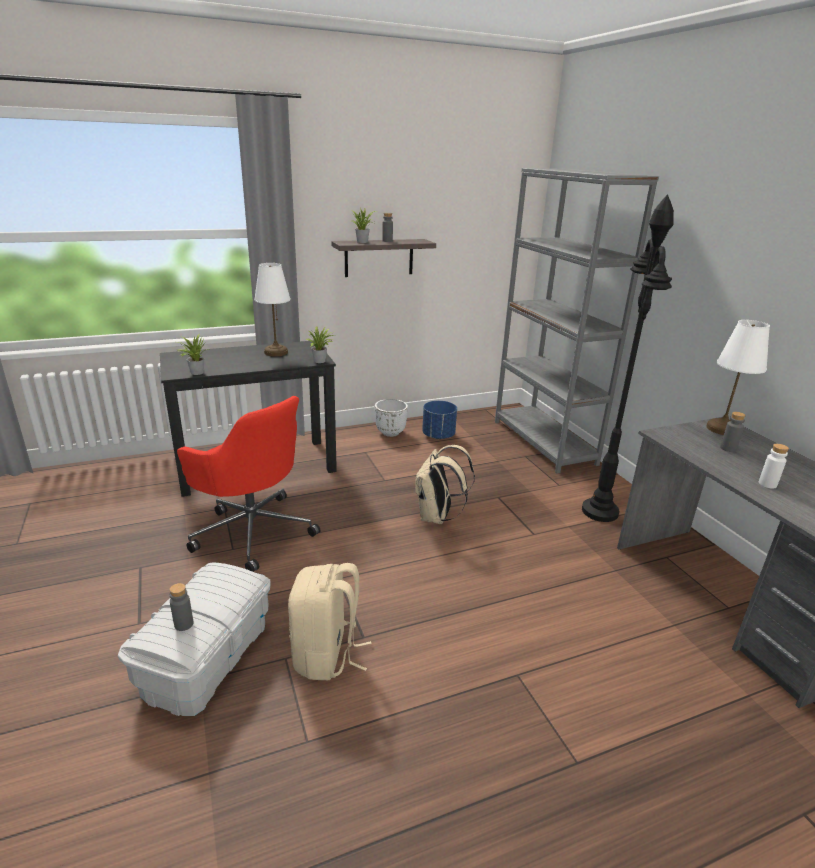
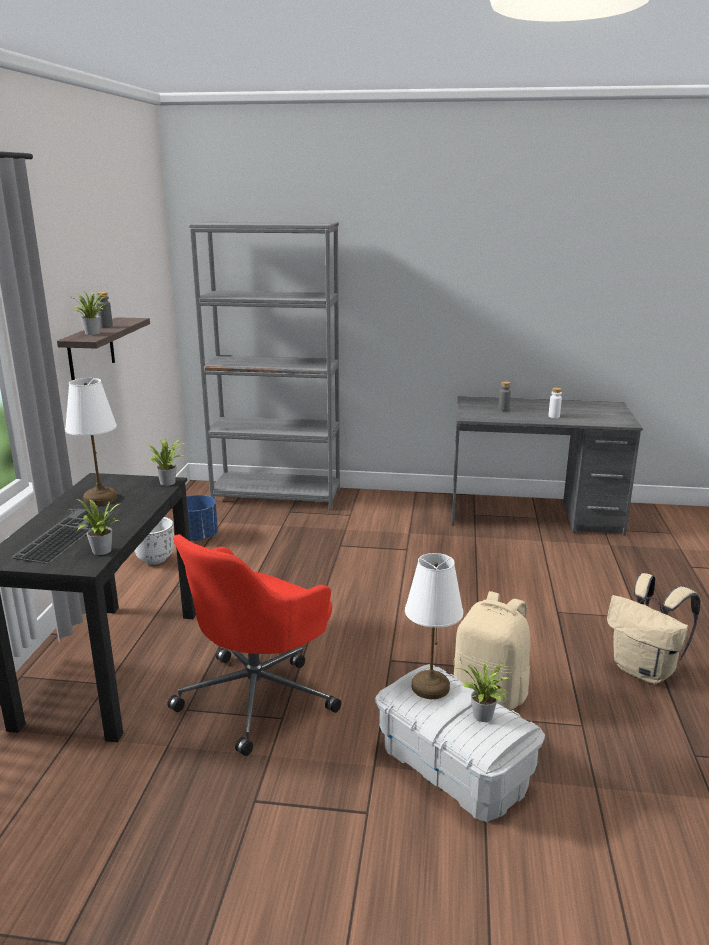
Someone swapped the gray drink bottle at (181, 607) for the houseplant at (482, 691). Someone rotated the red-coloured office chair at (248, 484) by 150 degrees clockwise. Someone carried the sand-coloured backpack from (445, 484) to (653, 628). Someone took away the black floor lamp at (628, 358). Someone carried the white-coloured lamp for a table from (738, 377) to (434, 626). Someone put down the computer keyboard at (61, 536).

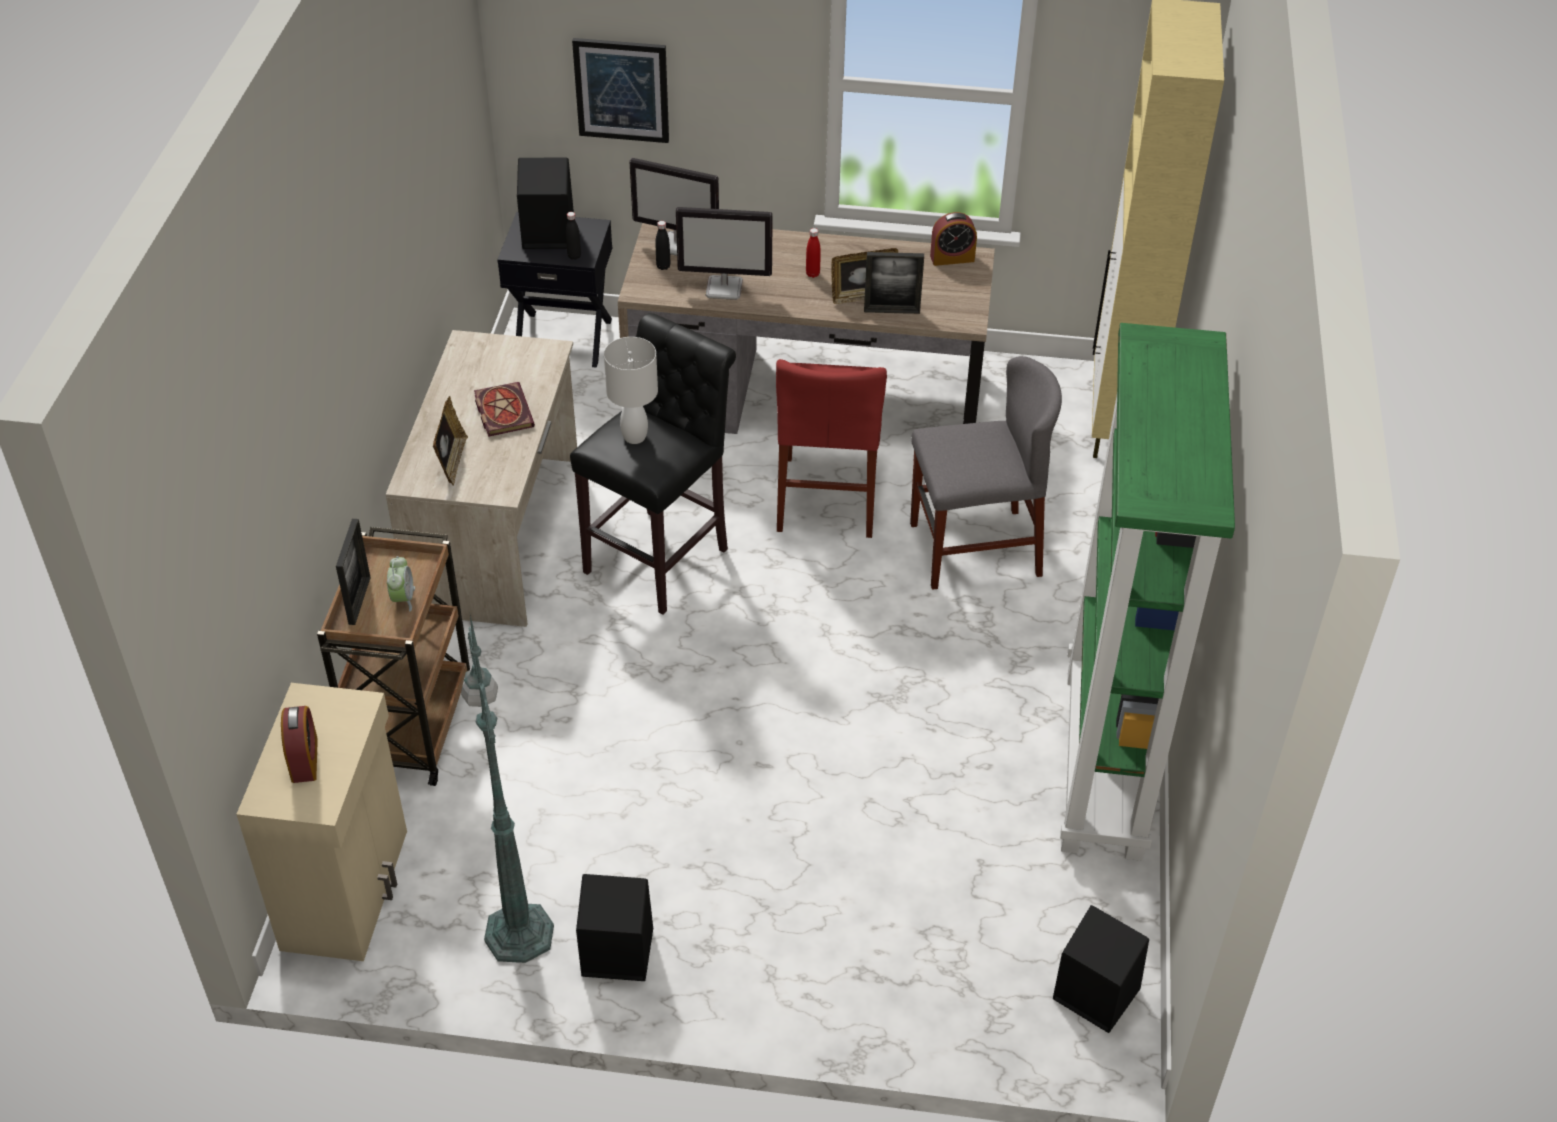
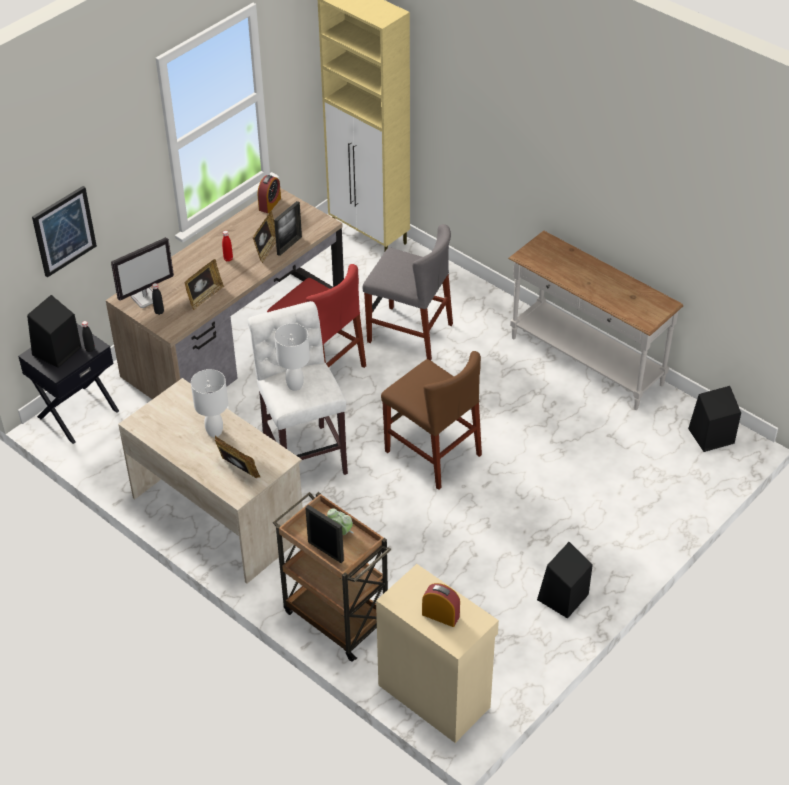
Someone took away the greenish floor lamp at (507, 789). Someone swapped the volume at (504, 409) for the white-coloured lamp for a table at (209, 403). Someone repainted the black stool seat at (653, 464), which became the white-coloured stool seat at (298, 388). Someone swapped the monitor at (724, 253) for the standing frame at (204, 284). Someone rotated the gray upright chair at (986, 473) by 90 degrees clockwise. Someone swapped the greenish shelving unit at (1147, 592) for the white-coloured console table at (595, 320). Someone put down the brownish upright chair at (431, 420).

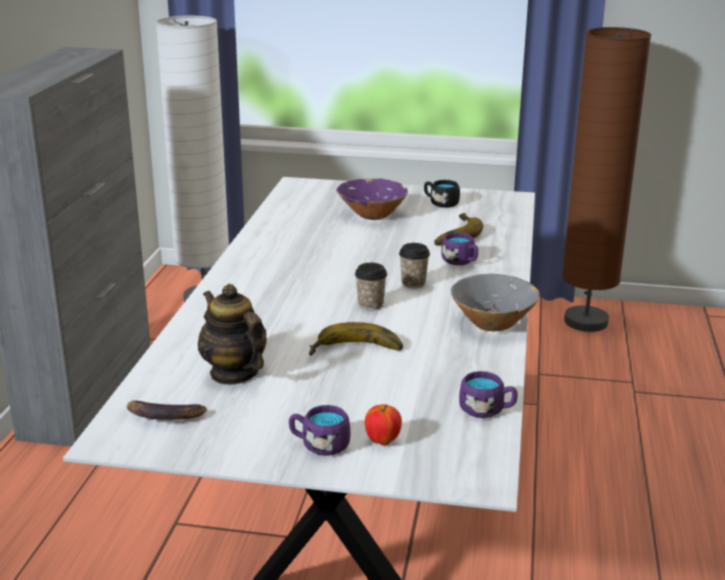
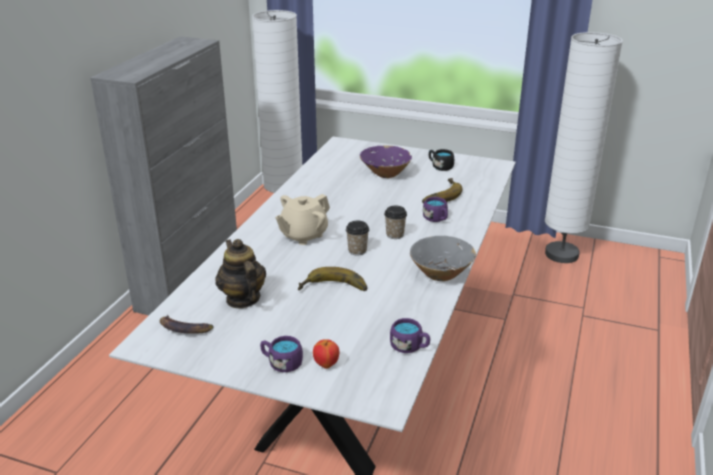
Someone repainted the brownish floor lamp at (606, 179), which became the white-coloured floor lamp at (584, 147). Someone put down the sand-coloured tea pot at (302, 219).

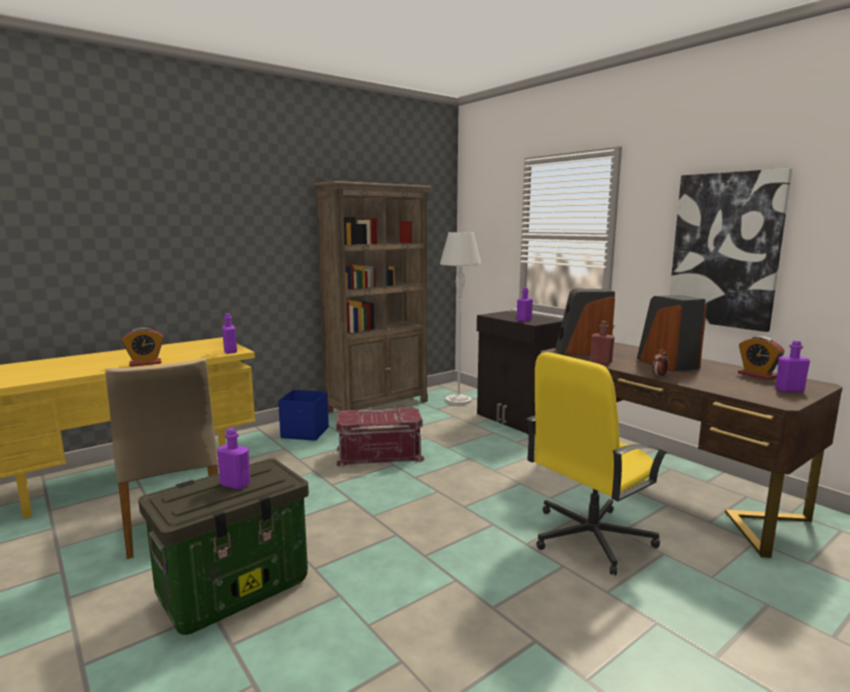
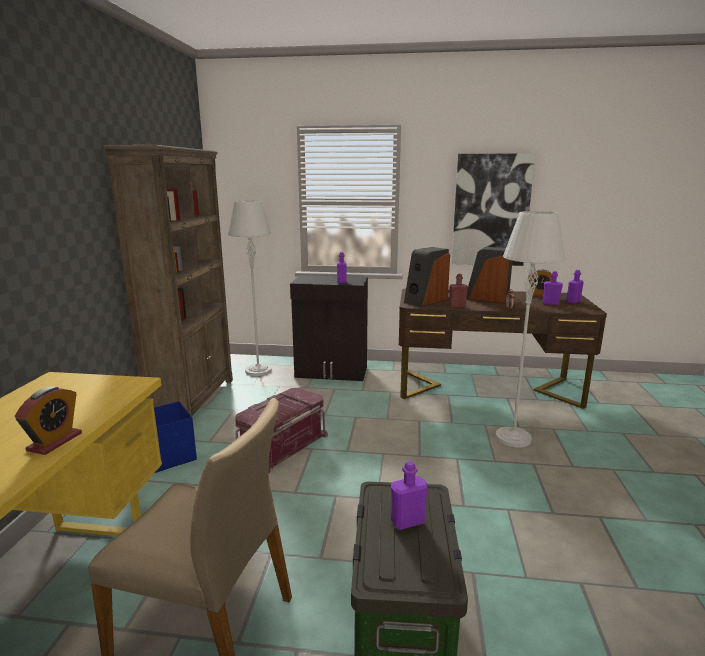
Someone carried the purple-coloured drink bottle from (229, 333) to (553, 288). Someone swapped the yellowish office chair at (597, 463) for the gray floor lamp at (530, 329).

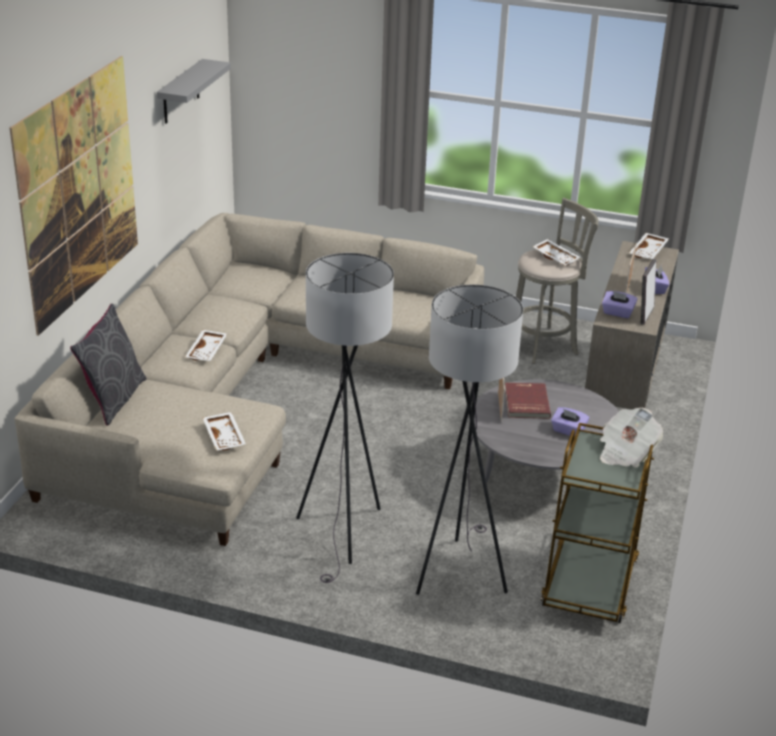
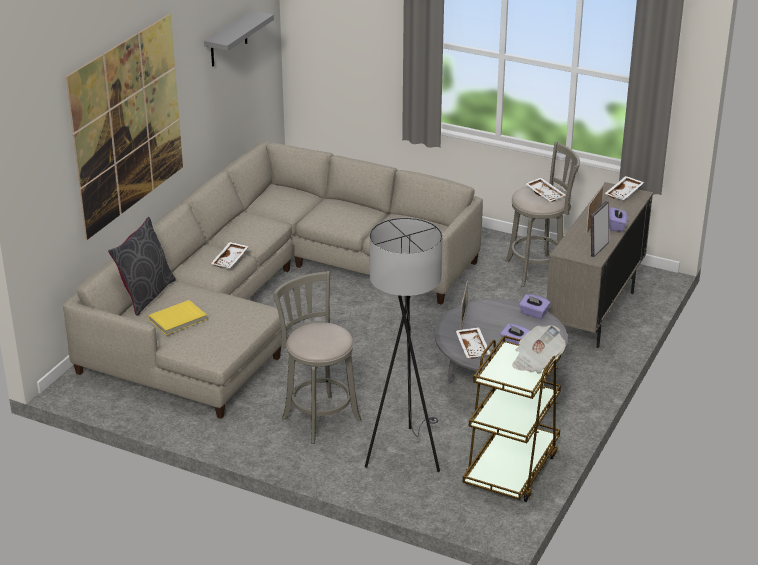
Someone carried the white-coloured carrying tray from (224, 431) to (473, 343). Someone swapped the gray floor lamp at (345, 418) for the gray stool seat at (317, 357). Someone took away the red-coloured volume at (528, 400). Someone carried the purple-coloured box of tissues from (620, 304) to (535, 306). Someone put down the yellowish volume at (177, 317).

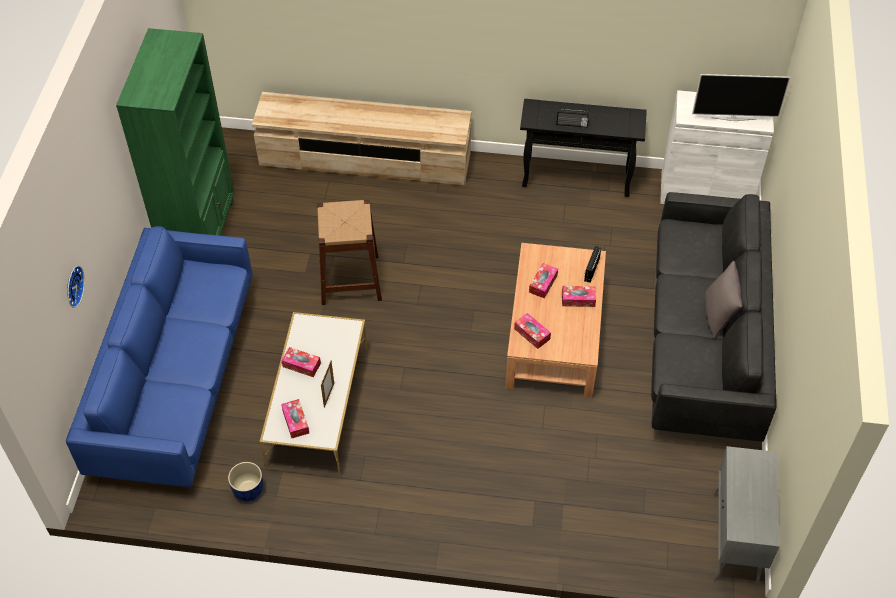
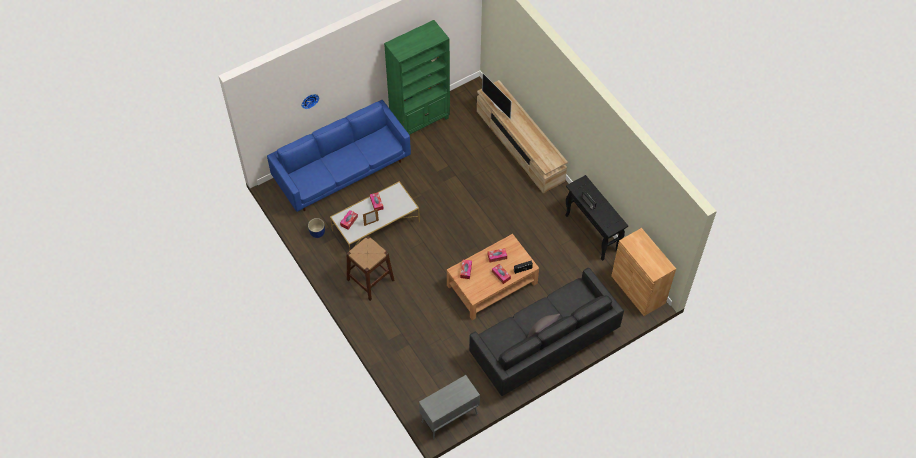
Someone carried the brownish stool seat from (349, 252) to (370, 268). Someone repainted the white-coloured storage cabinet at (717, 147), which became the brownish storage cabinet at (643, 272). Someone carried the television from (741, 97) to (497, 96).

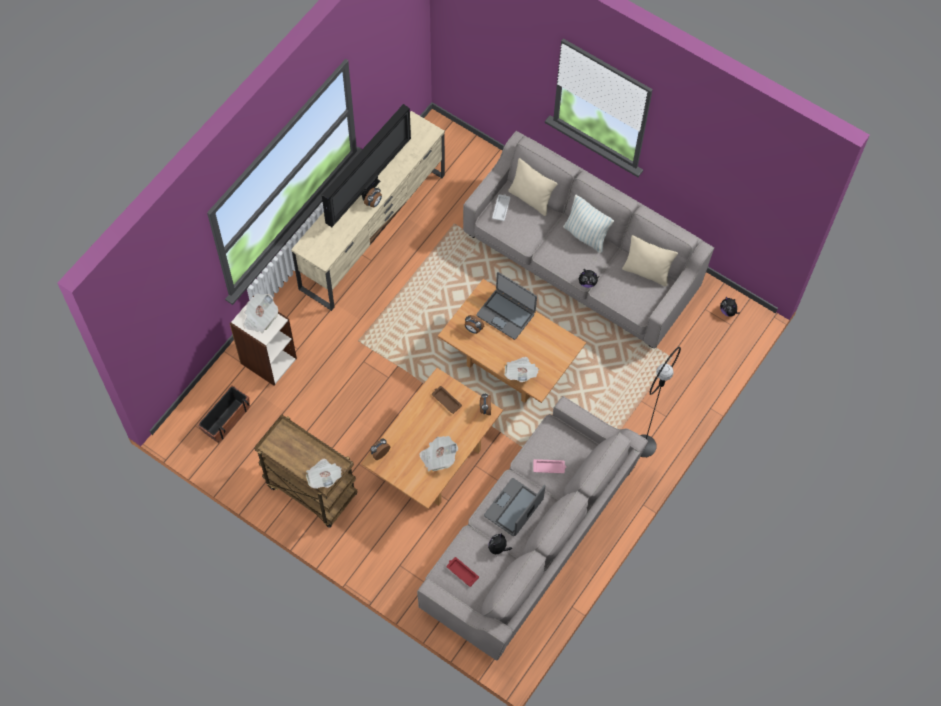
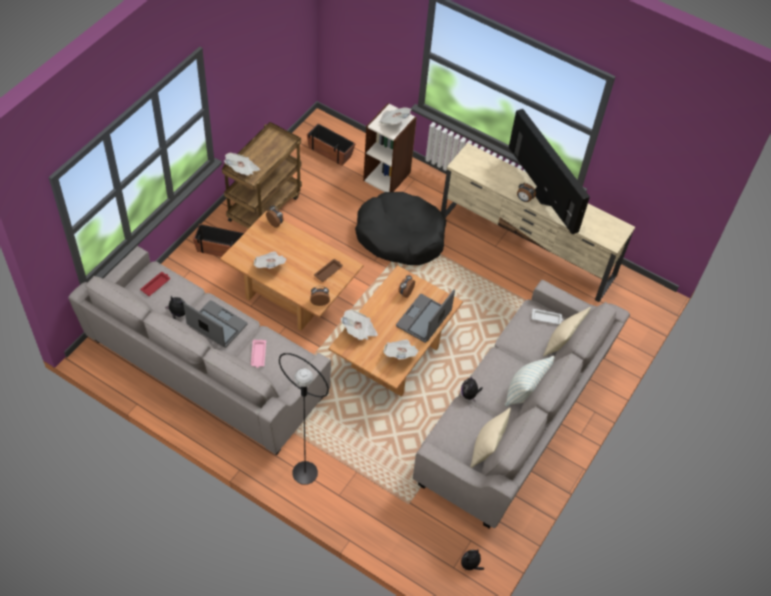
Someone rotated the television at (366, 165) by 150 degrees counterclockwise. Someone put down the flower pot at (218, 240). Someone put down the black pet bed at (400, 228). Someone put down the daily paper at (401, 349).

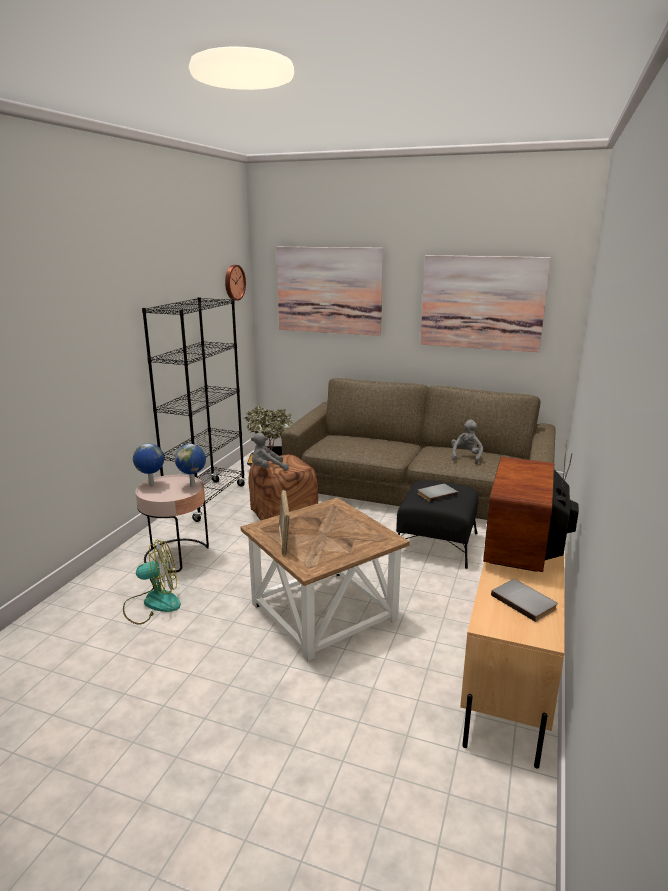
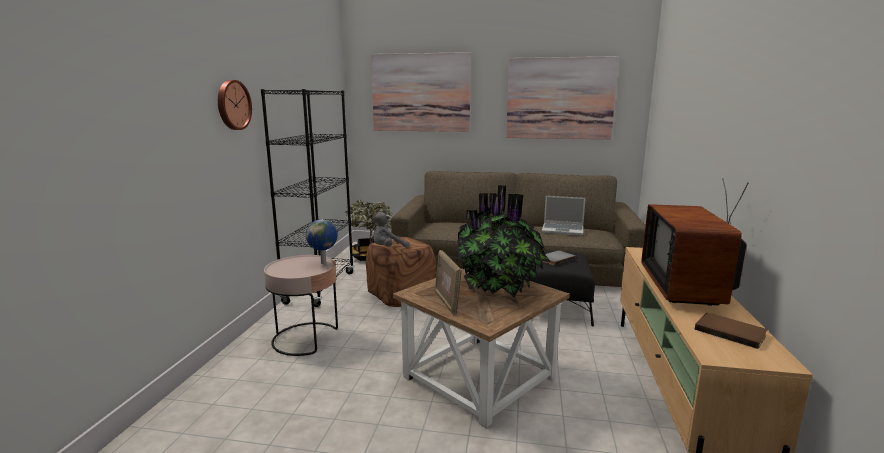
Someone took away the fan at (152, 582). Someone took away the world globe at (148, 464). Someone carried the clock on the wall from (235, 283) to (235, 105). Someone swapped the gray cuddly toy at (467, 441) for the laptop at (564, 216). Someone repainted the gray volume at (524, 600), which became the brownish volume at (731, 331). Someone put down the houseplant at (503, 241).

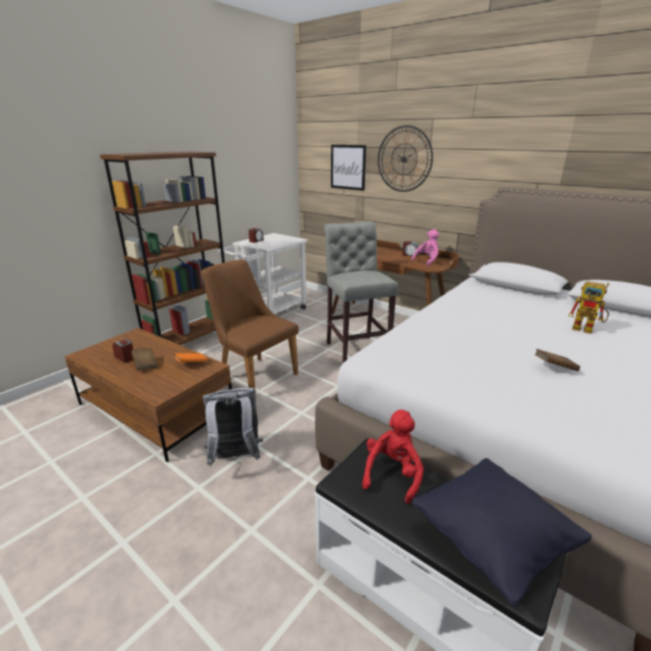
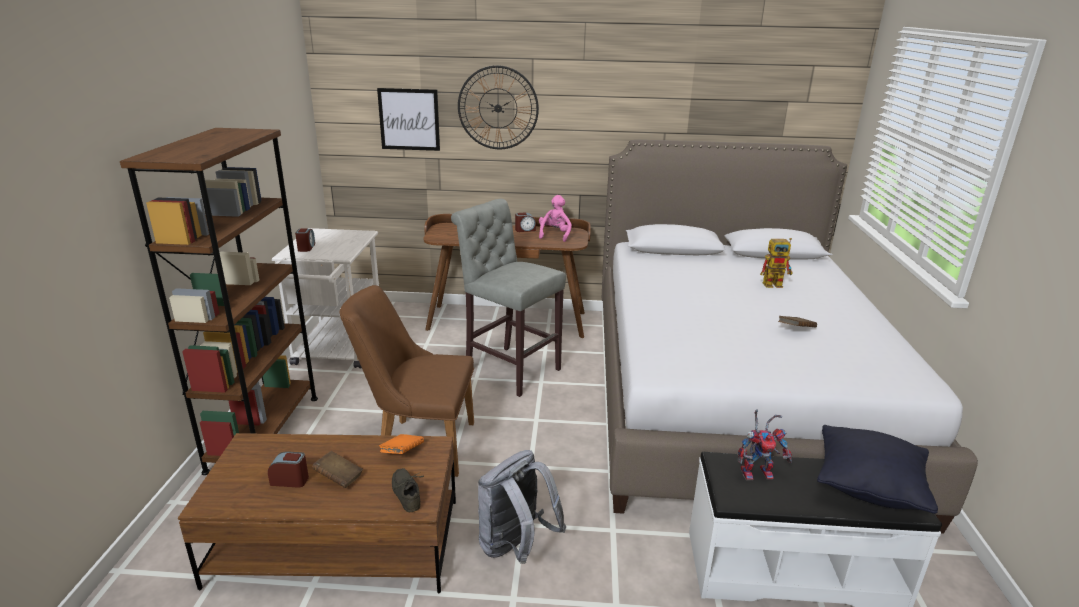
Someone swapped the red-coloured cuddly toy at (393, 457) for the model robot at (765, 444). Someone put down the gray item of footwear at (408, 490).

